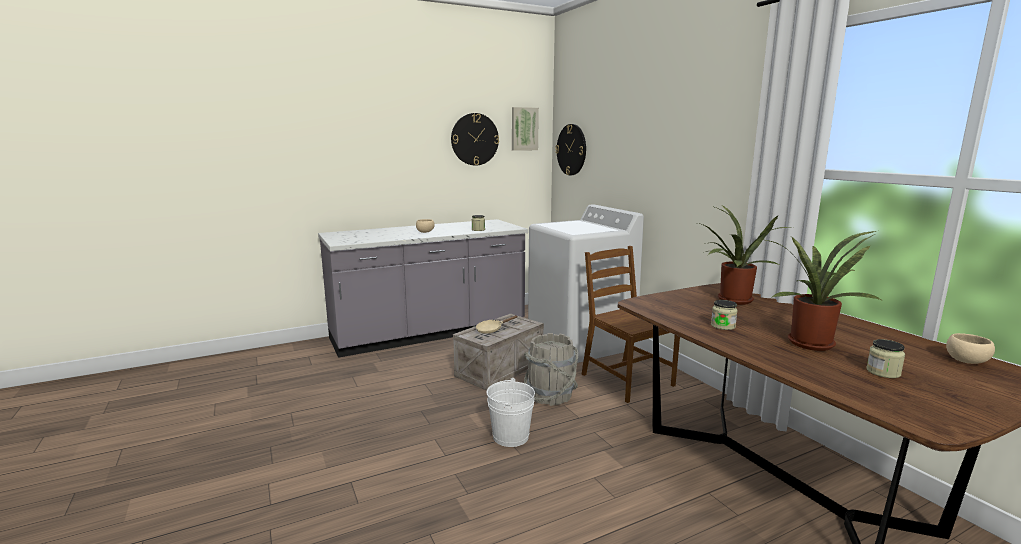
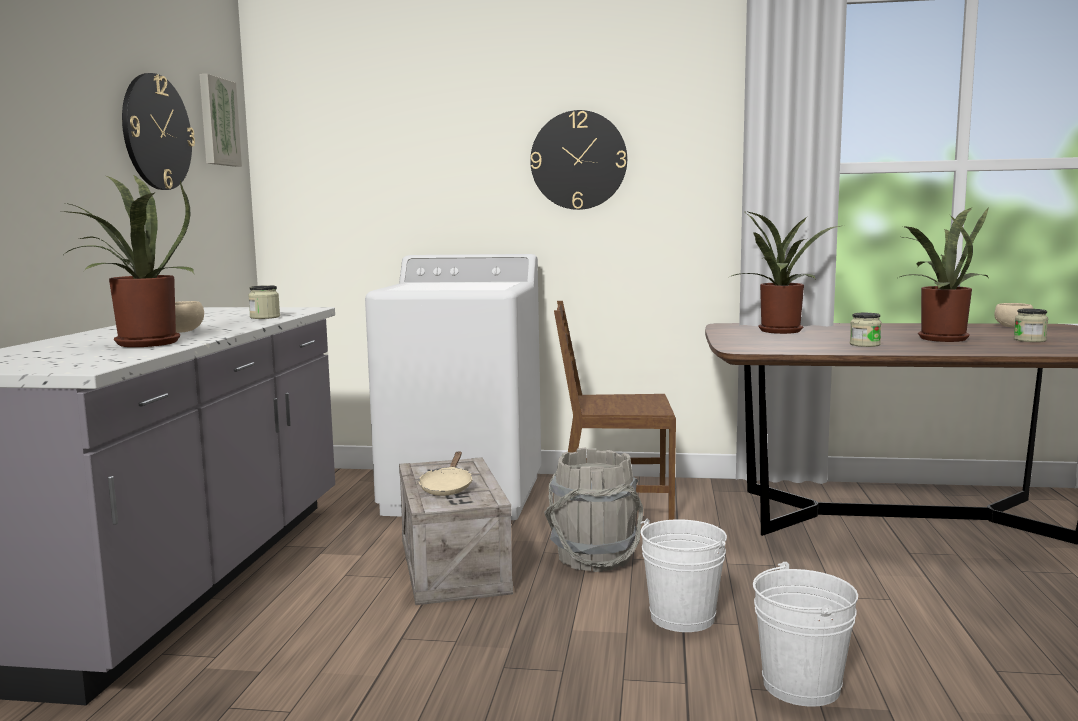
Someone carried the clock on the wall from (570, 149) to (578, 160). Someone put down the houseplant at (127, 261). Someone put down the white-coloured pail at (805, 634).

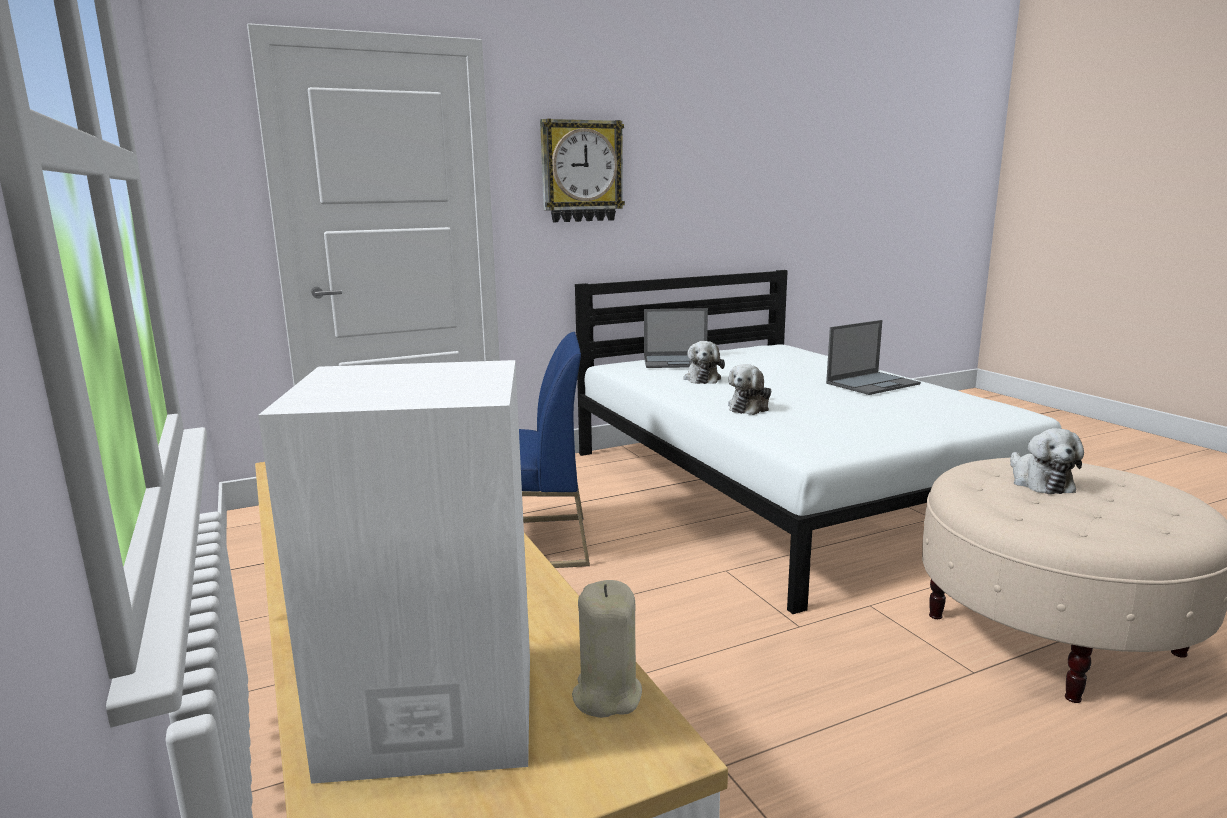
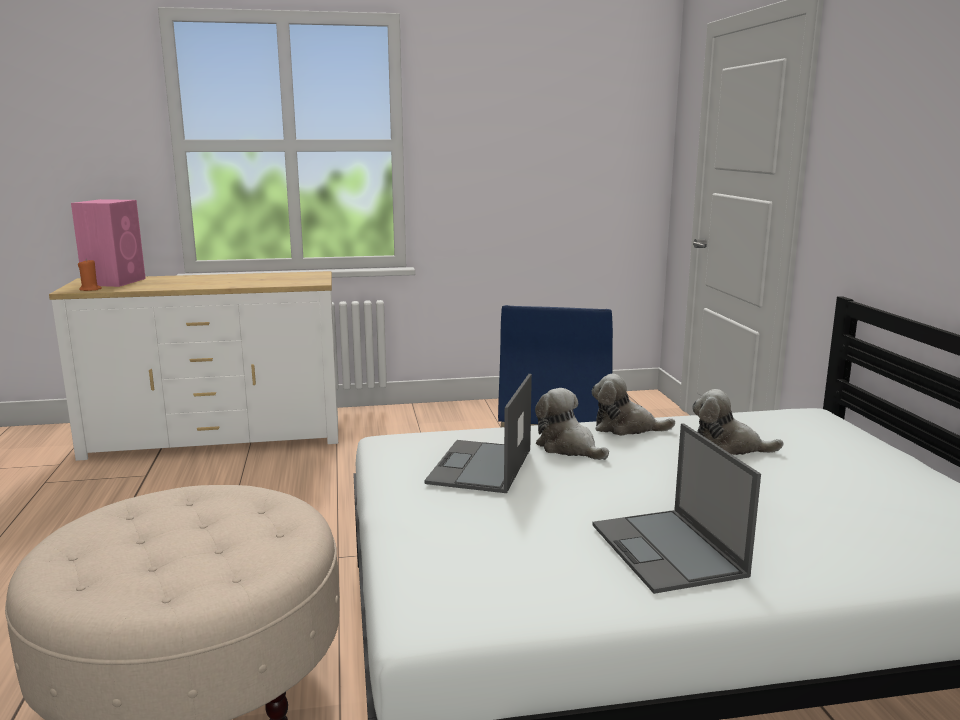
Someone repainted the white-coloured speaker at (394, 572), which became the pinkish speaker at (108, 243). Someone took away the clock on the wall at (582, 170). Someone repainted the sand-coloured wax light at (607, 649), which became the orangey wax light at (90, 275). Someone carried the laptop from (676, 338) to (478, 433). Someone carried the cuddly toy from (1047, 461) to (633, 405).

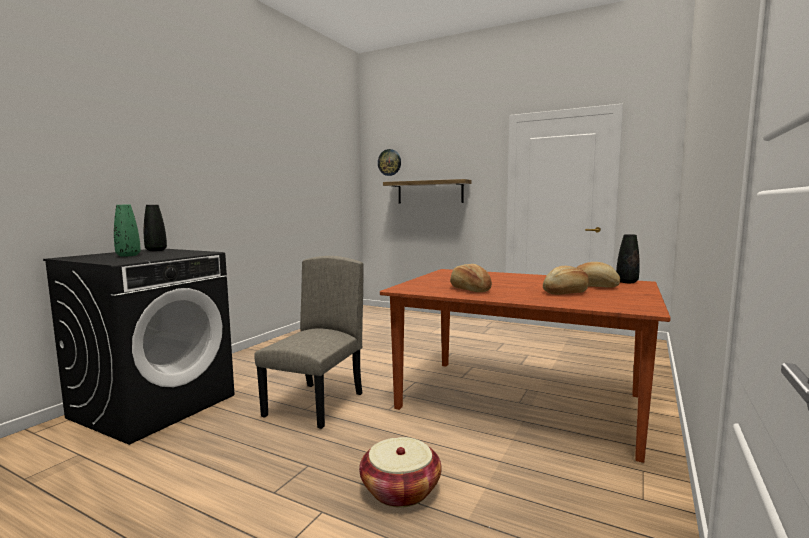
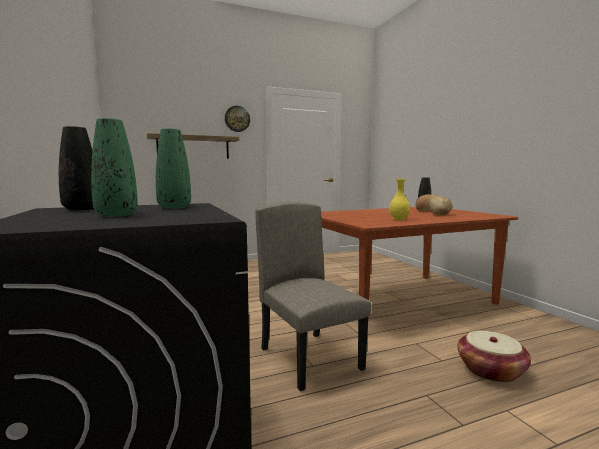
Someone carried the clock on the wall from (389, 162) to (237, 119). Someone swapped the bread at (471, 278) for the yellowish vase at (399, 199). Someone put down the greenish vase at (173, 169).

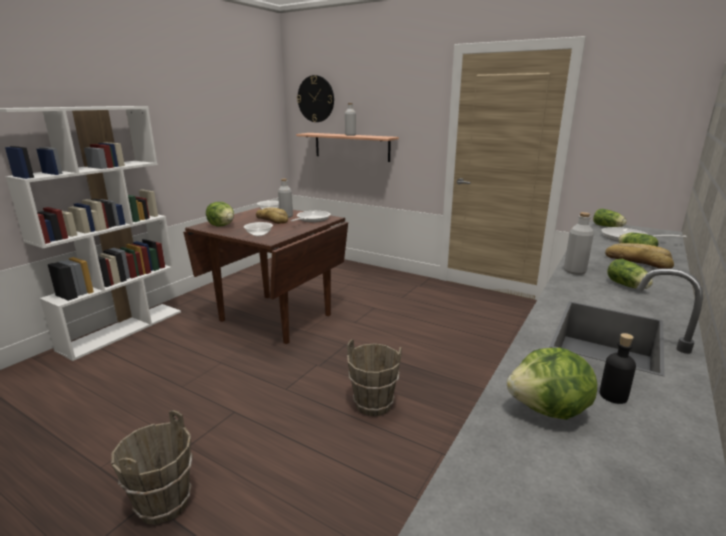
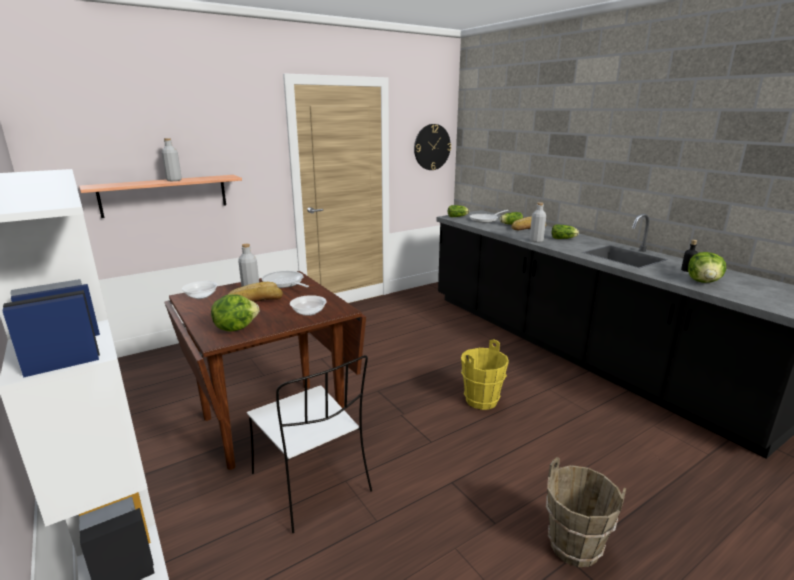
Someone carried the clock on the wall from (315, 98) to (432, 147). Someone repainted the brownish pail at (374, 377), which became the yellowish pail at (485, 374). Someone put down the white-coloured upright chair at (309, 444).

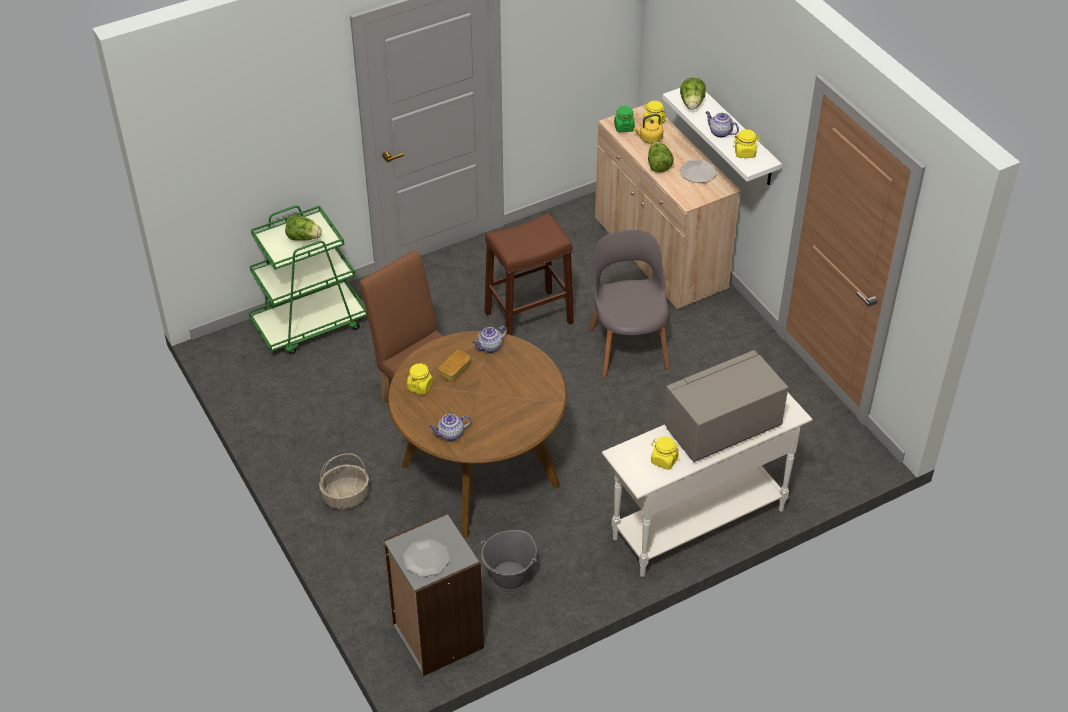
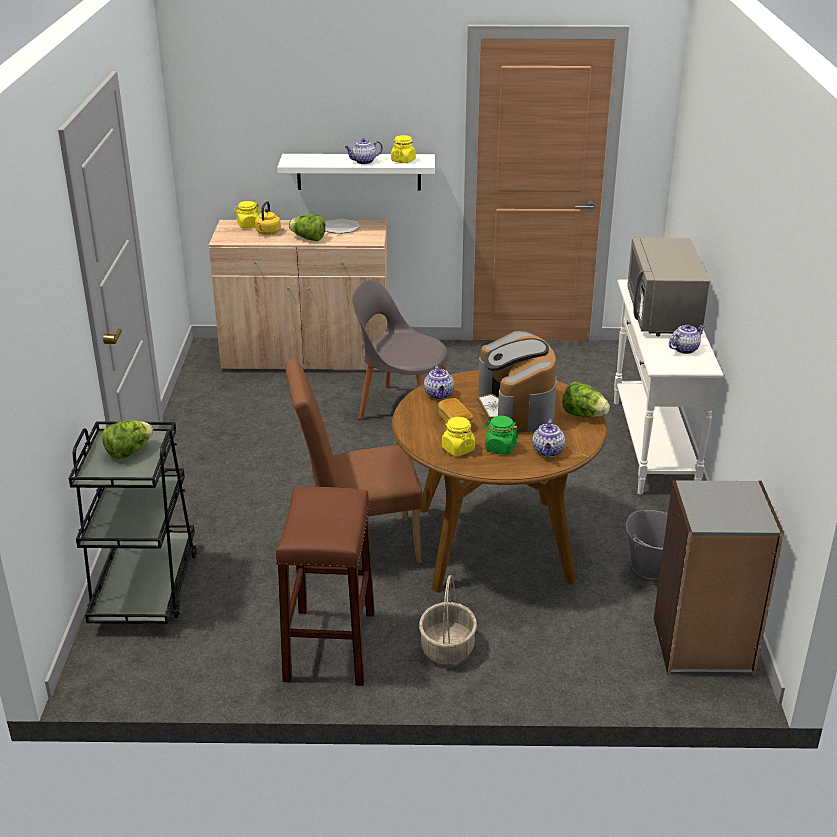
Someone repainted the greenish trolley at (307, 279), which became the black trolley at (133, 523). Someone took away the flat dish at (426, 558). Someone carried the brownish stool seat from (529, 274) to (325, 586). Someone carried the greenish preserve jar from (624, 118) to (501, 435). Someone swapped the yellowish preserve jar at (665, 453) for the tea pot at (687, 339). Someone carried the lettuce from (693, 93) to (586, 399). Someone put down the coffee maker at (517, 382).

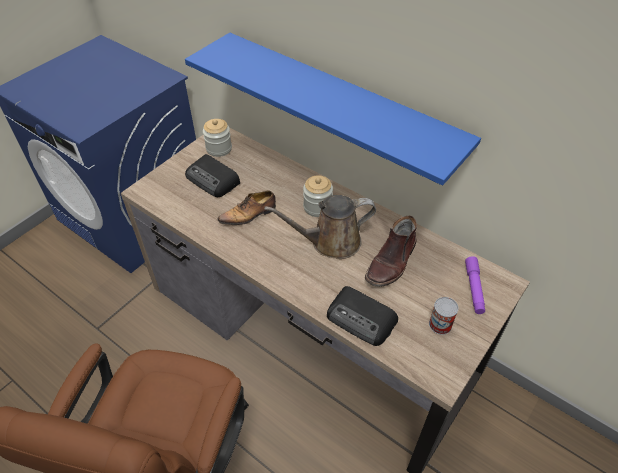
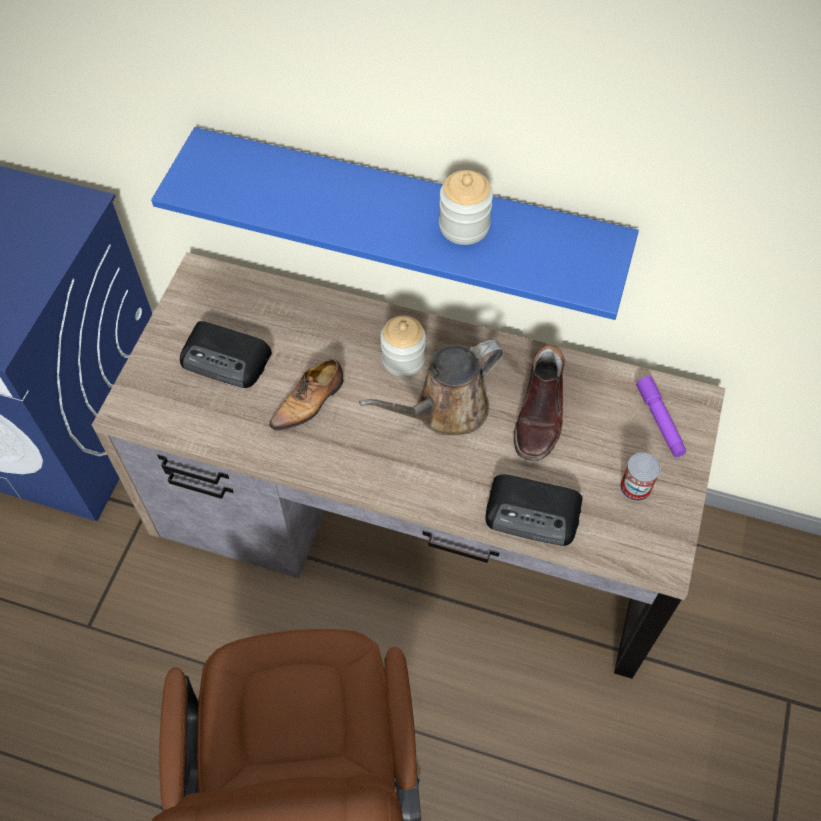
Someone carried the preserve jar from (217, 138) to (466, 207).

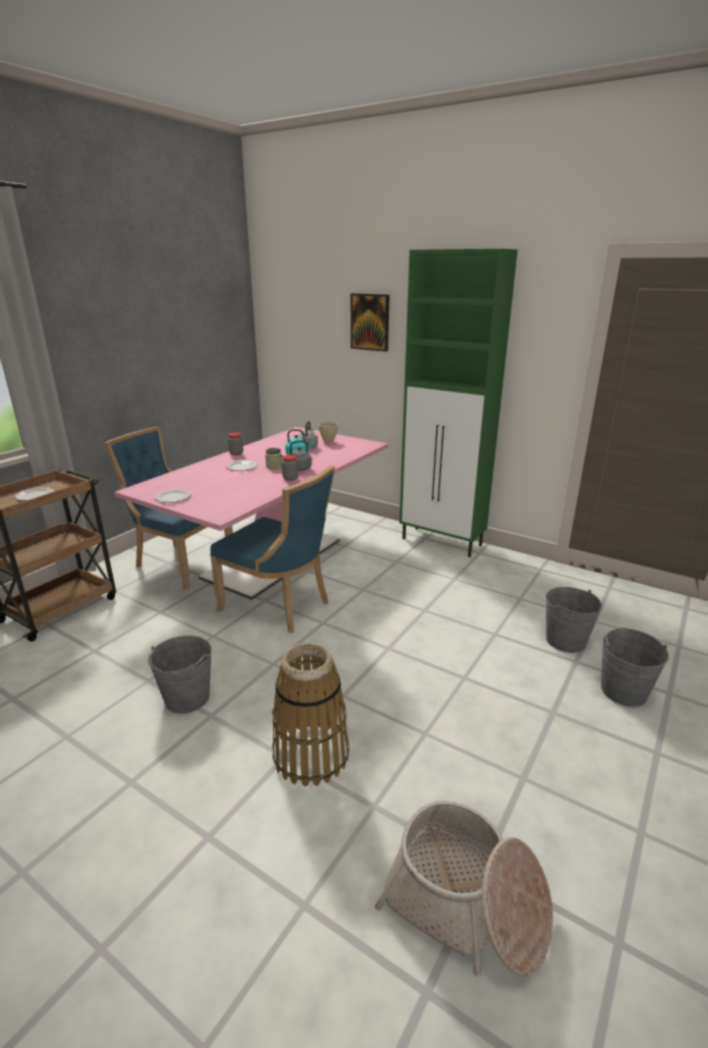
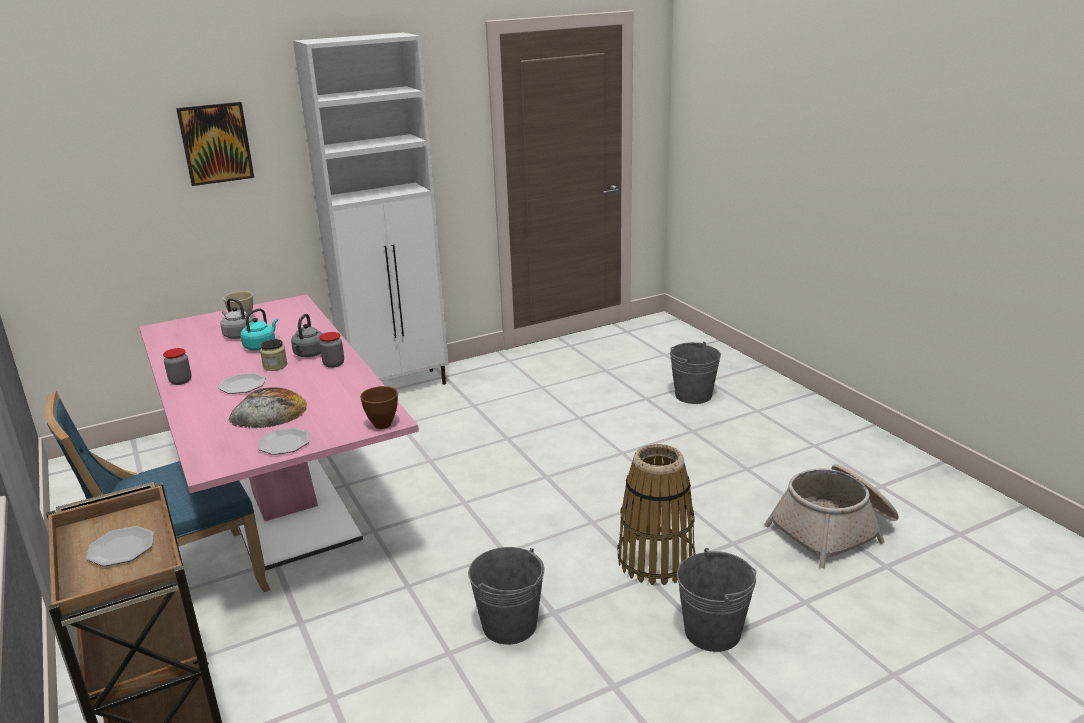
Someone took away the blue-coloured upright chair at (272, 549). Someone repainted the greenish storage cabinet at (458, 403), which became the white-coloured storage cabinet at (371, 209). Someone carried the gray pail from (574, 620) to (716, 600). Someone put down the bread at (268, 407). Someone put down the brownish bowl at (379, 407).

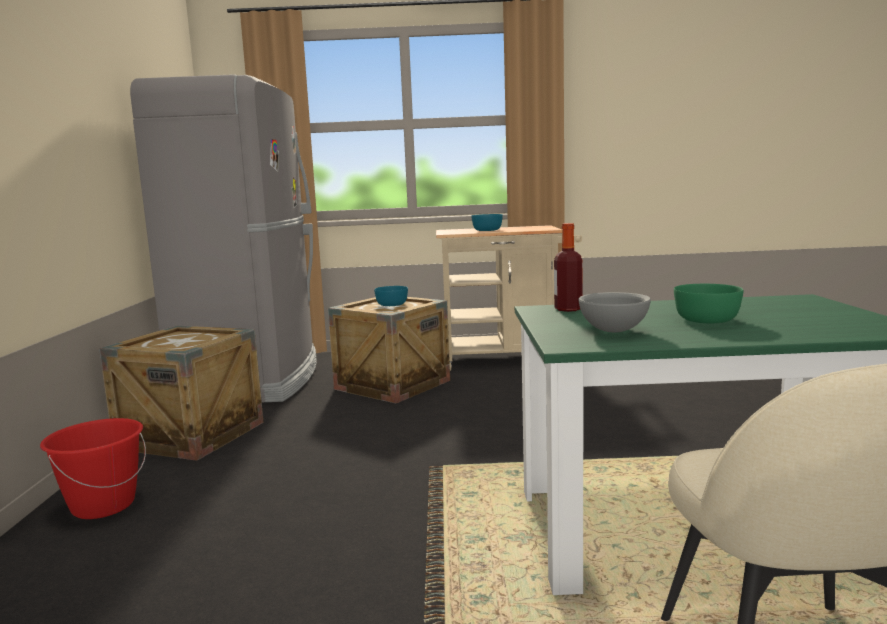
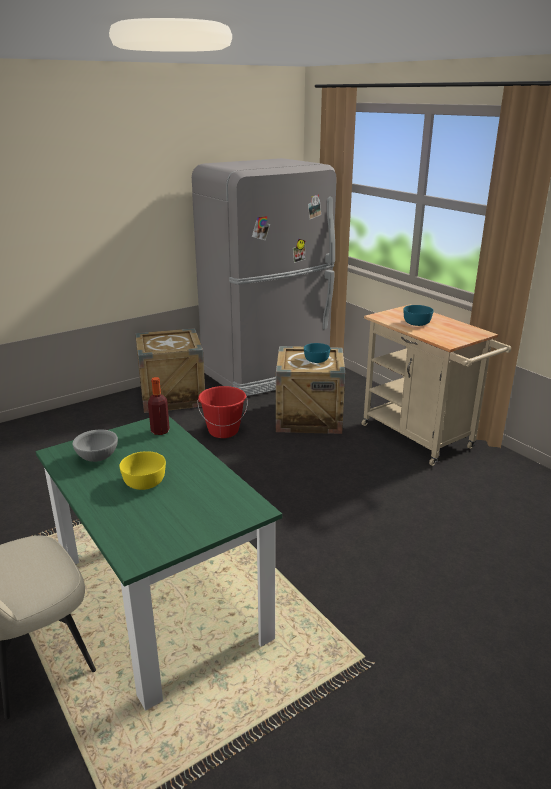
Someone carried the red-coloured pail from (93, 468) to (222, 412). Someone repainted the greenish bowl at (709, 303), which became the yellowish bowl at (142, 470).

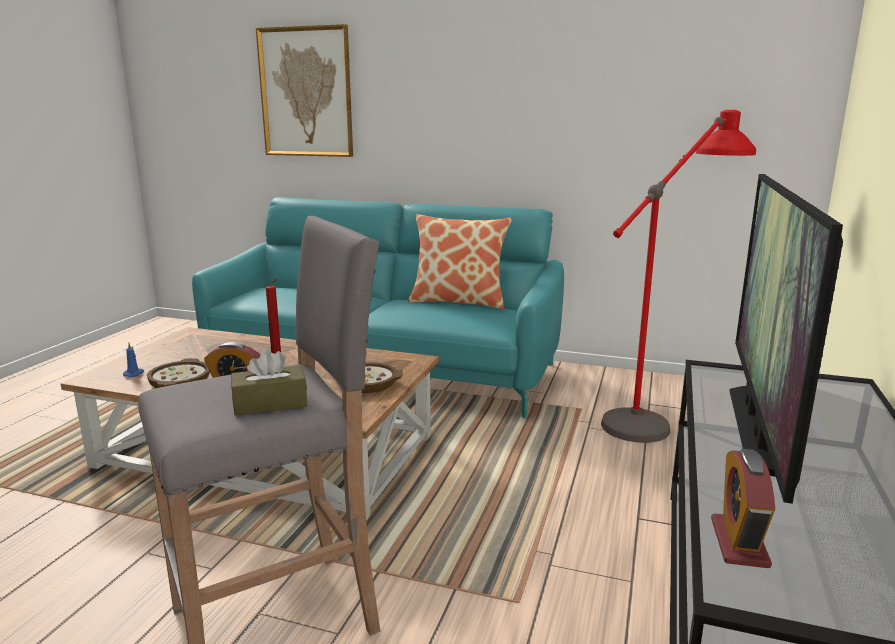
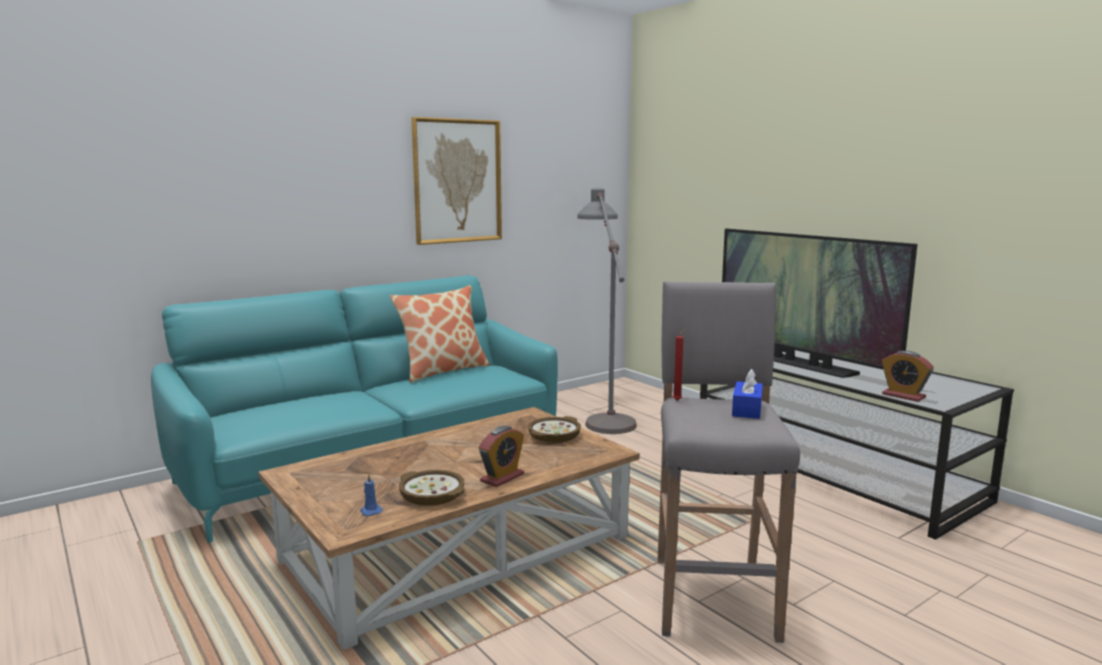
Someone repainted the brownish box of tissues at (269, 382), which became the blue-coloured box of tissues at (747, 394). Someone carried the wall picture from (304, 90) to (456, 181). Someone repainted the red-coloured floor lamp at (678, 276), which became the gray floor lamp at (607, 311).

